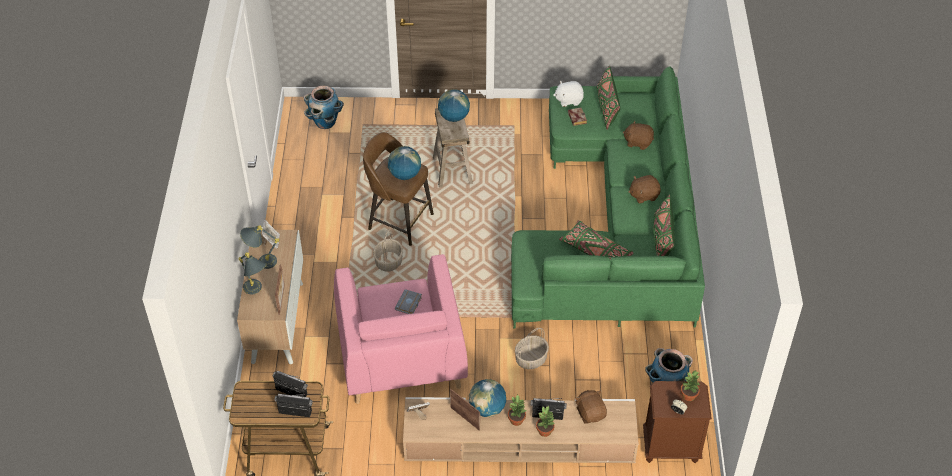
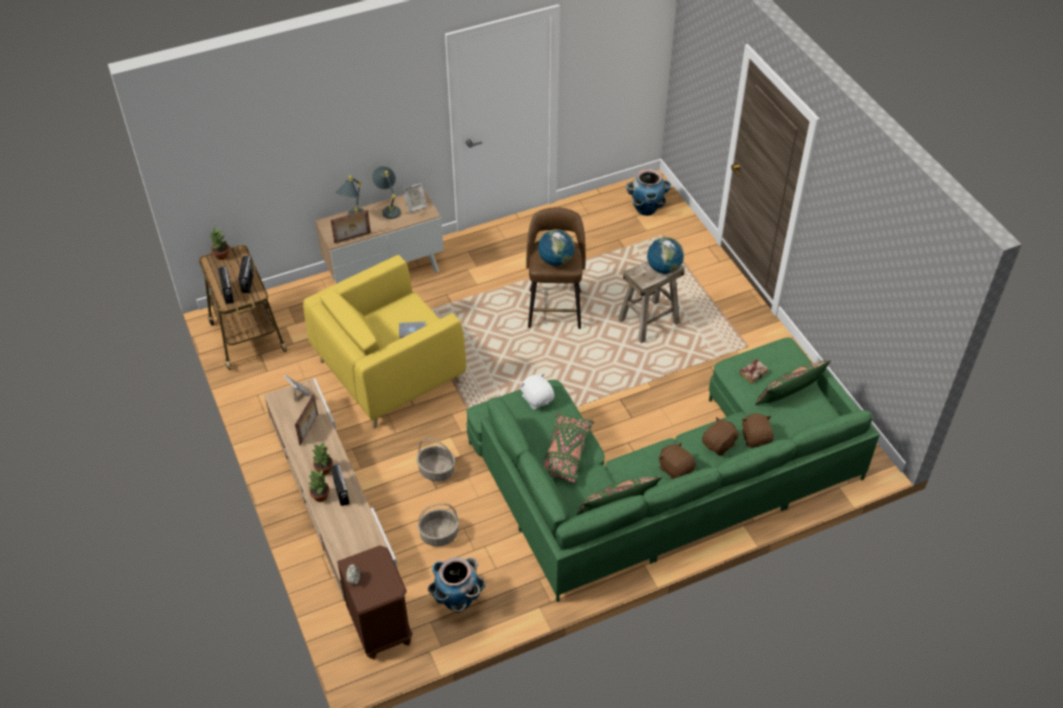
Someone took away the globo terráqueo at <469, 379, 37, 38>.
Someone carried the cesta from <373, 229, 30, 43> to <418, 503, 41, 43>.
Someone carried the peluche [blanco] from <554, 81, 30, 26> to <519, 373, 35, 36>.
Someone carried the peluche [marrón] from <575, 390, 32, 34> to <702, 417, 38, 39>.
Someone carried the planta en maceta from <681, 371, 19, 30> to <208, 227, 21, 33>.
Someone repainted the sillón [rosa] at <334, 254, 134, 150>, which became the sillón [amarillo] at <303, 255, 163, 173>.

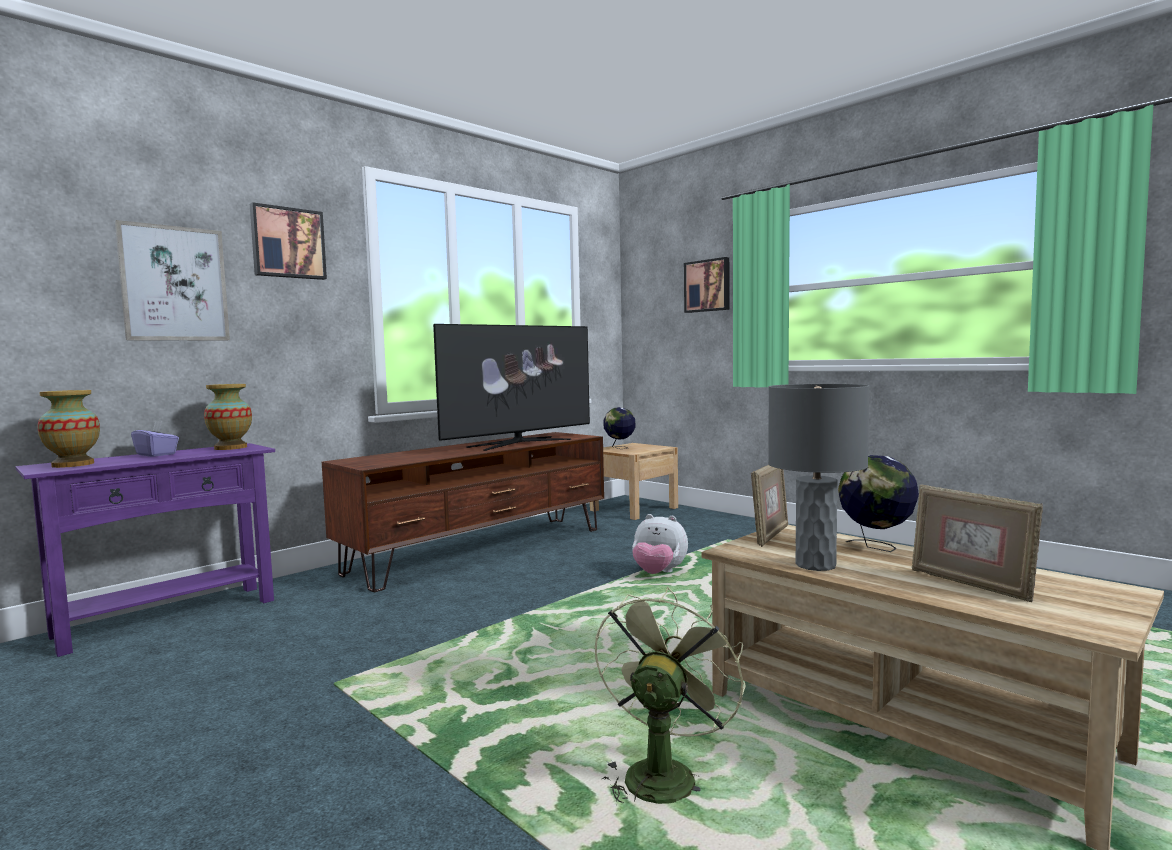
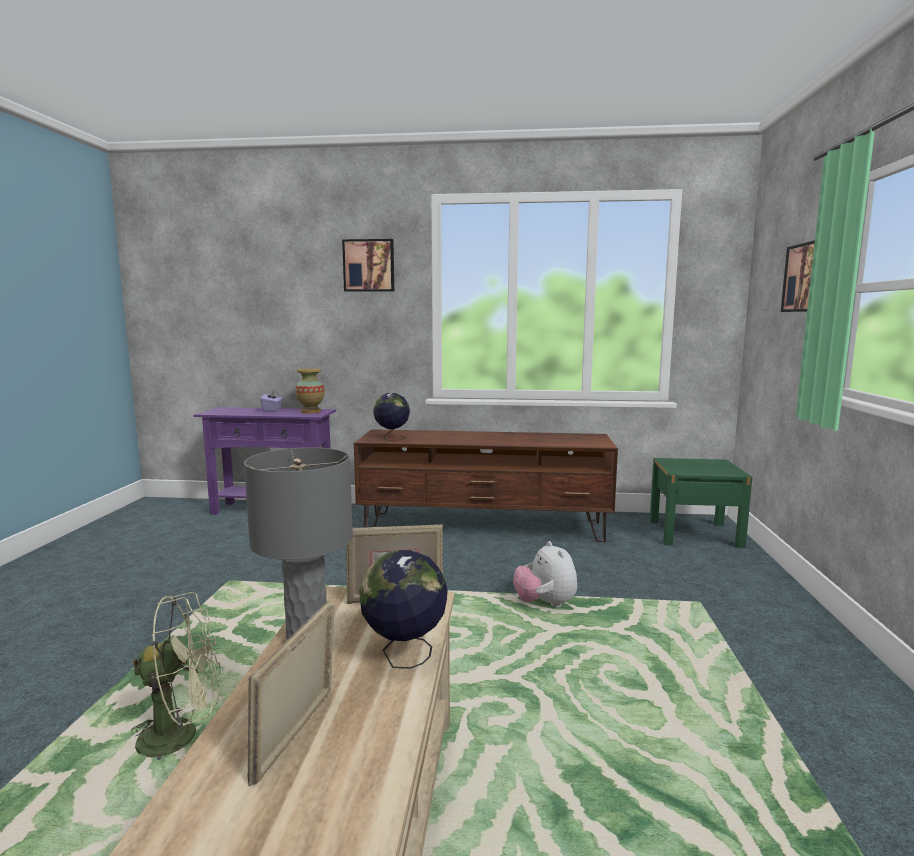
Someone took away the florero at <37, 390, 63, 78>.
Someone took away the cuadro at <115, 220, 115, 120>.
Someone took away the televisor at <433, 324, 157, 127>.
Someone carried the globo terráqueo from <603, 407, 32, 42> to <373, 393, 37, 47>.
Someone repainted the mesita de noche [beis] at <590, 443, 88, 77>, which became the mesita de noche [verde] at <649, 458, 103, 90>.

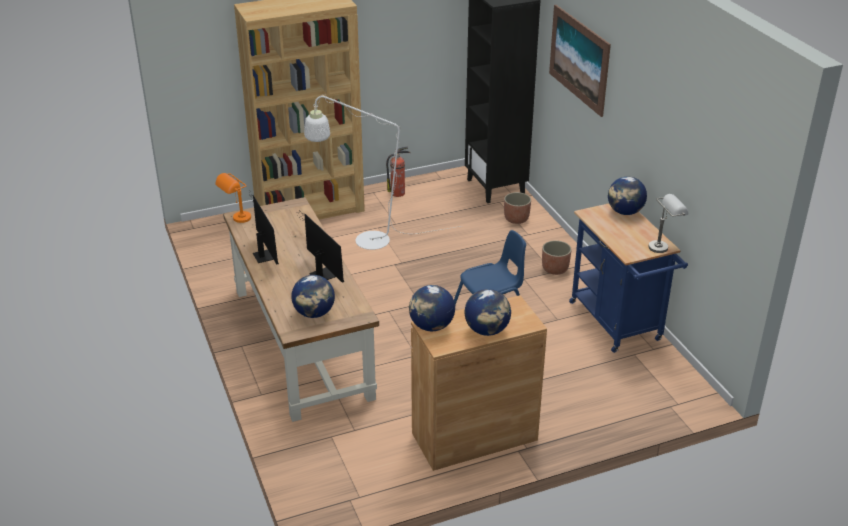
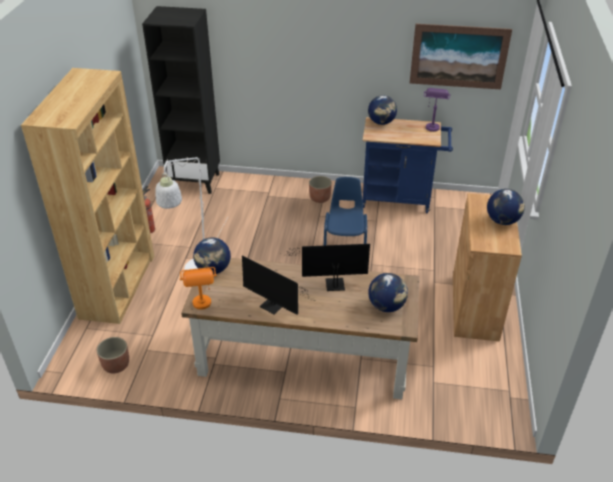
Someone carried the globo terráqueo from <409, 285, 46, 46> to <193, 237, 38, 37>.
Someone carried the maceta from <504, 192, 27, 32> to <97, 337, 32, 36>.
Someone carried the cuadro from <549, 5, 62, 112> to <410, 24, 102, 65>.
Someone repainted the lámpara de mesa [gris] at <649, 194, 40, 59>, which became the lámpara de mesa [morado] at <424, 88, 27, 44>.
Someone rotated the monitor at <249, 191, 30, 74> by 150 degrees counterclockwise.

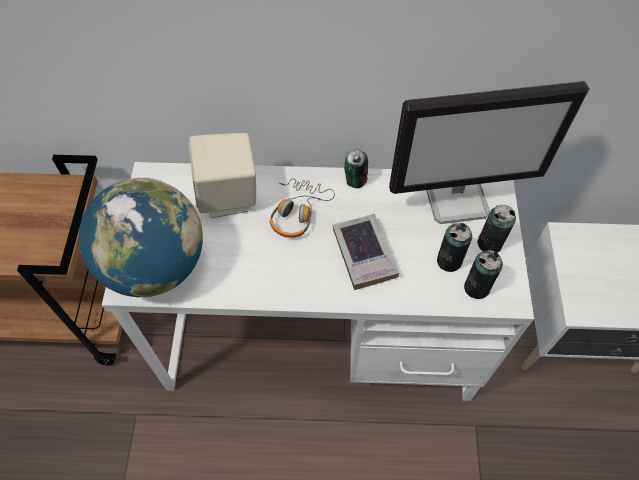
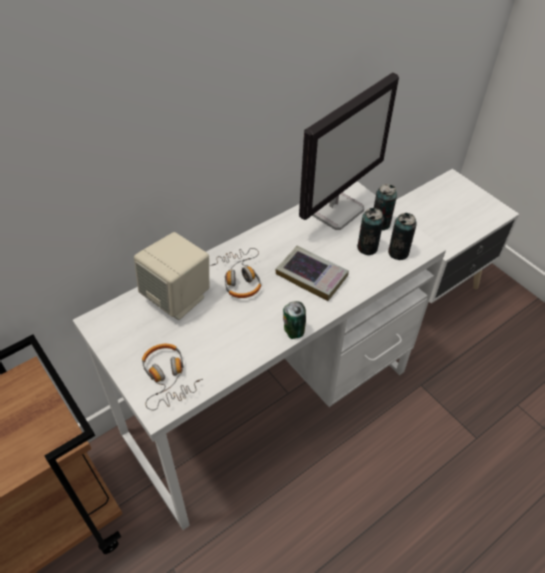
Someone carried the lata from <344, 149, 24, 39> to <283, 301, 23, 38>.
Someone swapped the globo terráqueo at <79, 178, 124, 119> for the auriculares at <142, 344, 61, 66>.

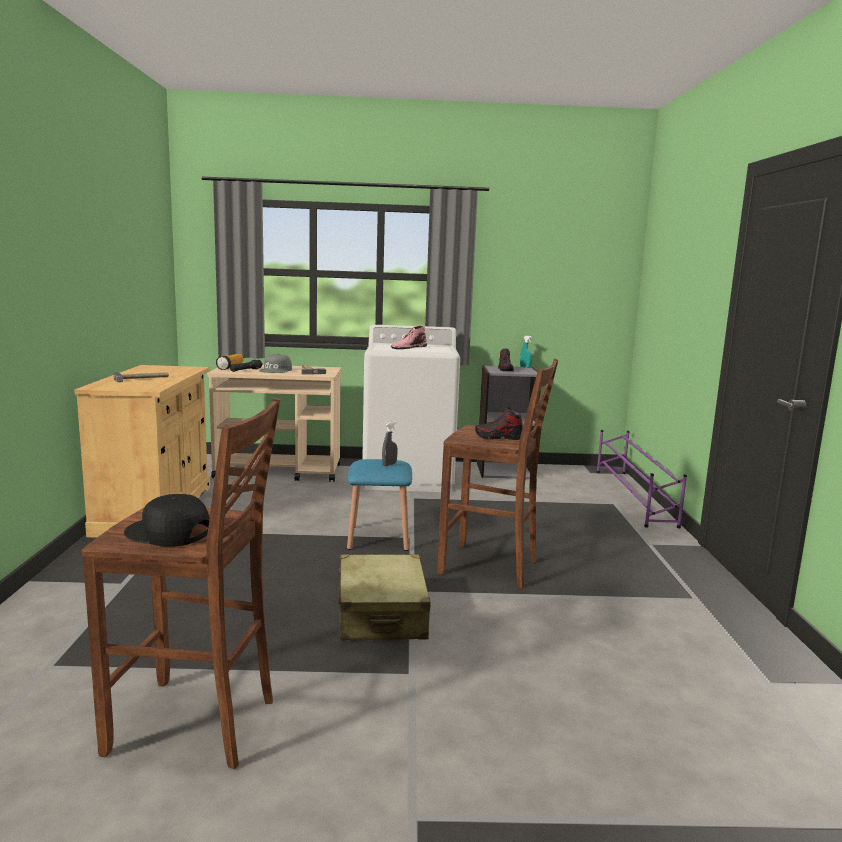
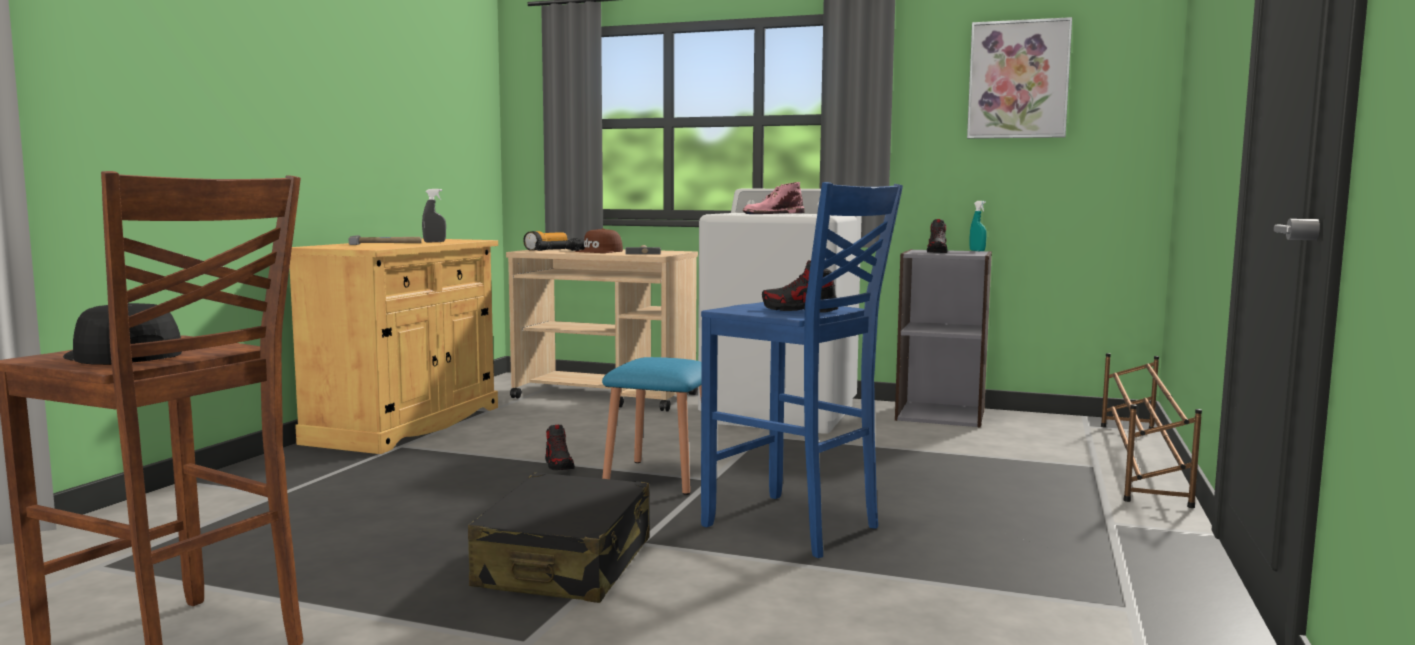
Someone put down the zapato at <545, 425, 30, 45>.
Someone put up the cuadro at <967, 17, 105, 122>.
Someone carried the pulverizador [gris] from <382, 421, 15, 45> to <422, 189, 24, 53>.
Someone repainted the gorra [gris] at <259, 353, 33, 20>, which became the gorra [marrón] at <574, 228, 49, 25>.
Someone repainted the maleta [beis] at <339, 554, 92, 86>, which became the maleta [negro] at <468, 473, 181, 130>.
Someone repainted the taburete [marrón] at <437, 359, 121, 230>, which became the taburete [azul] at <701, 182, 202, 376>.
Someone repainted the zapatero [morado] at <596, 430, 91, 98>, which became the zapatero [marrón] at <1101, 353, 101, 155>.

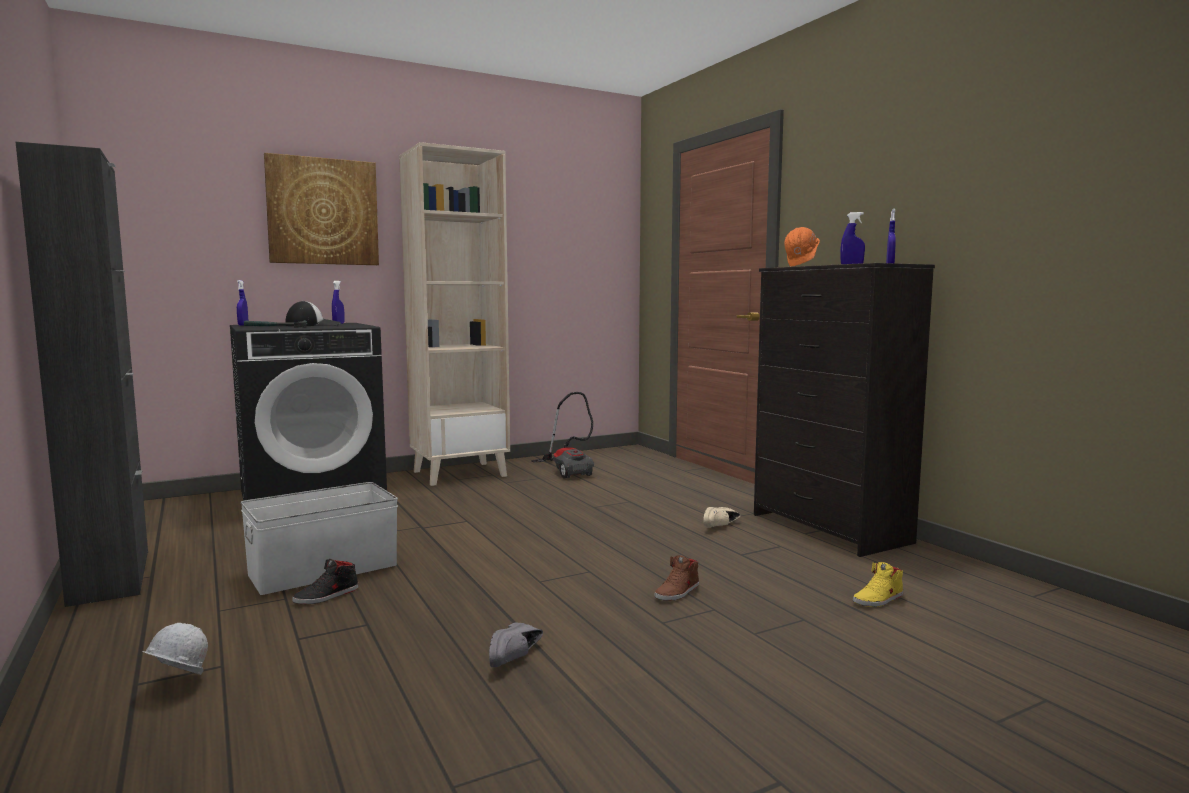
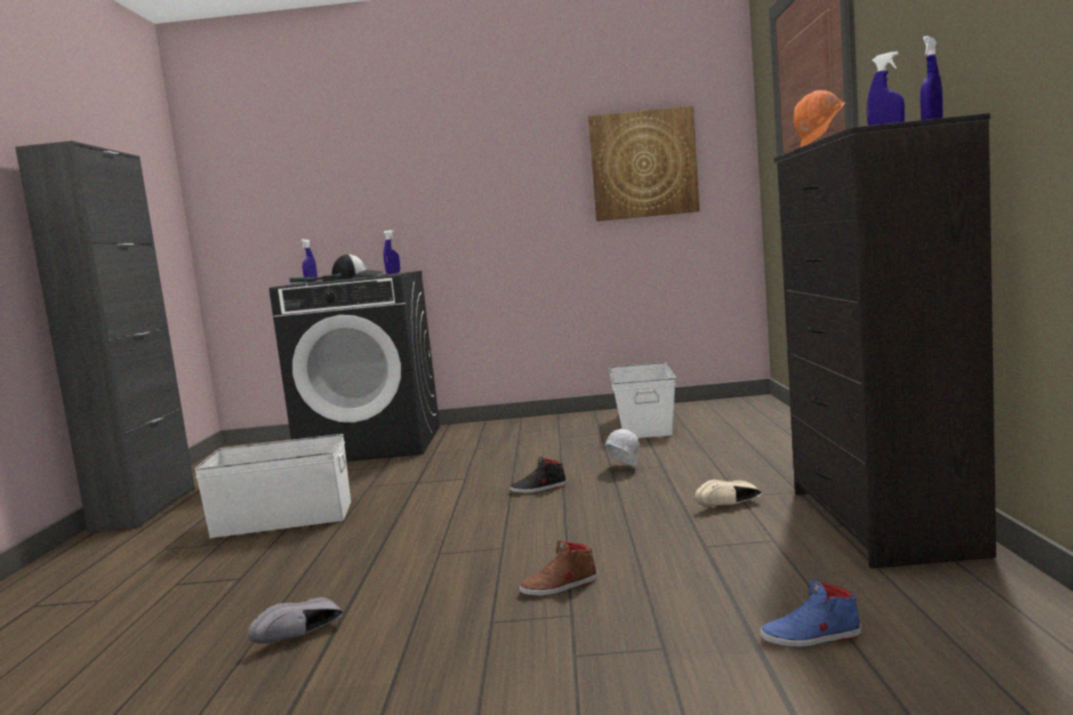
Someone took away the estantería [beis] at <399, 142, 111, 344>.
Someone carried the casco [blanco] from <143, 623, 65, 52> to <603, 429, 37, 37>.
Someone carried the cuadro from <264, 153, 115, 112> to <588, 106, 112, 115>.
Someone carried the zapato [negro] from <292, 559, 66, 45> to <510, 456, 56, 37>.
Someone swapped the aspiradora at <531, 392, 63, 87> for the caja de almacenaje [blanco] at <609, 362, 67, 76>.
Someone repainted the zapato [amarillo] at <853, 562, 50, 45>, which became the zapato [azul] at <760, 580, 101, 67>.

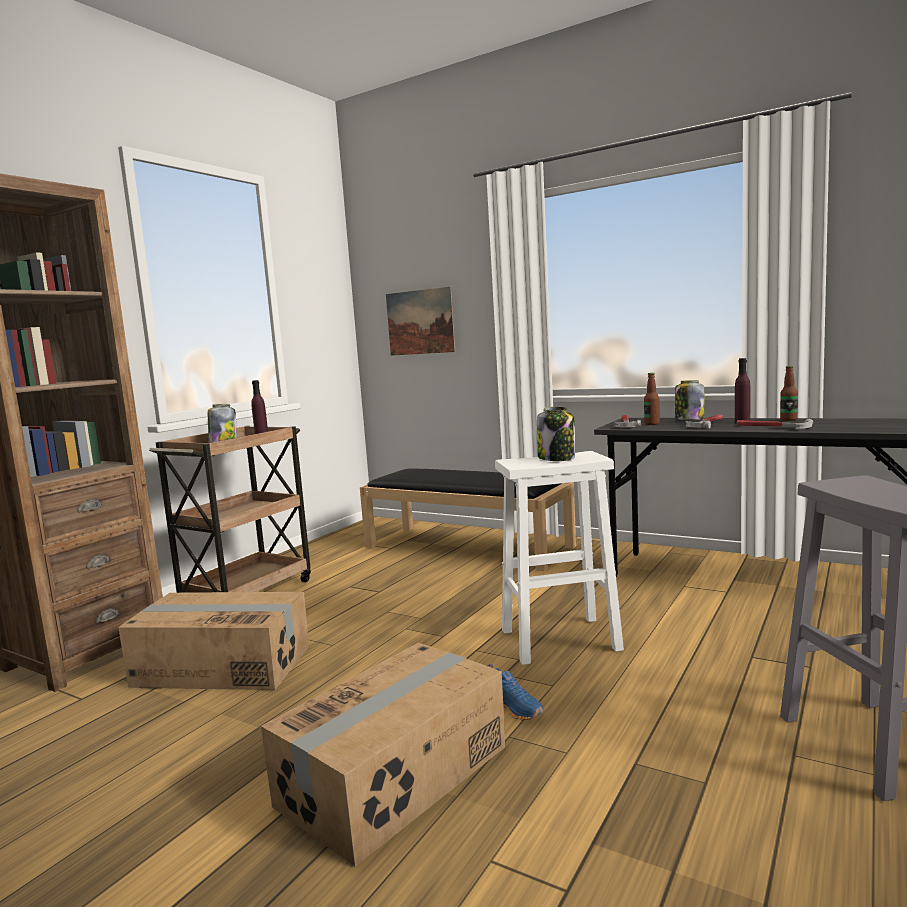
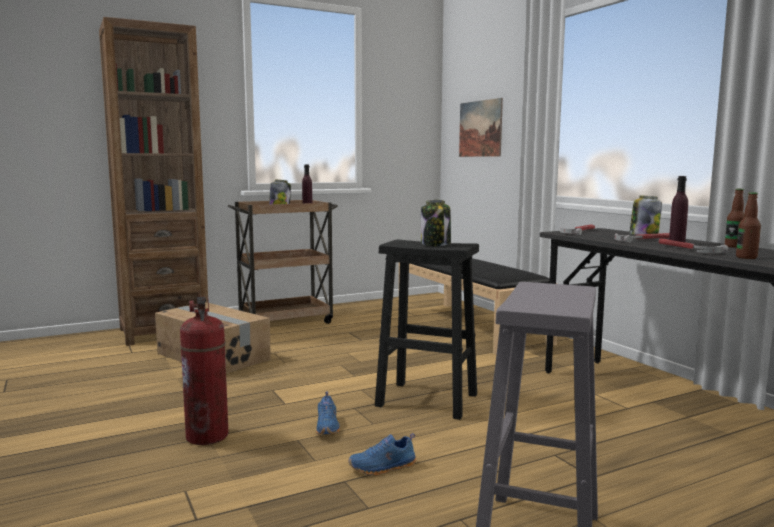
Someone put down the zapato [azul] at <348, 433, 68, 43>.
Someone carried the botella from <644, 373, 16, 52> to <736, 192, 25, 67>.
Someone swapped the caja de cartón at <261, 643, 244, 224> for the extintor at <180, 296, 49, 149>.
Someone repainted the taburete [blanco] at <495, 451, 129, 214>, which became the taburete [negro] at <375, 240, 104, 180>.

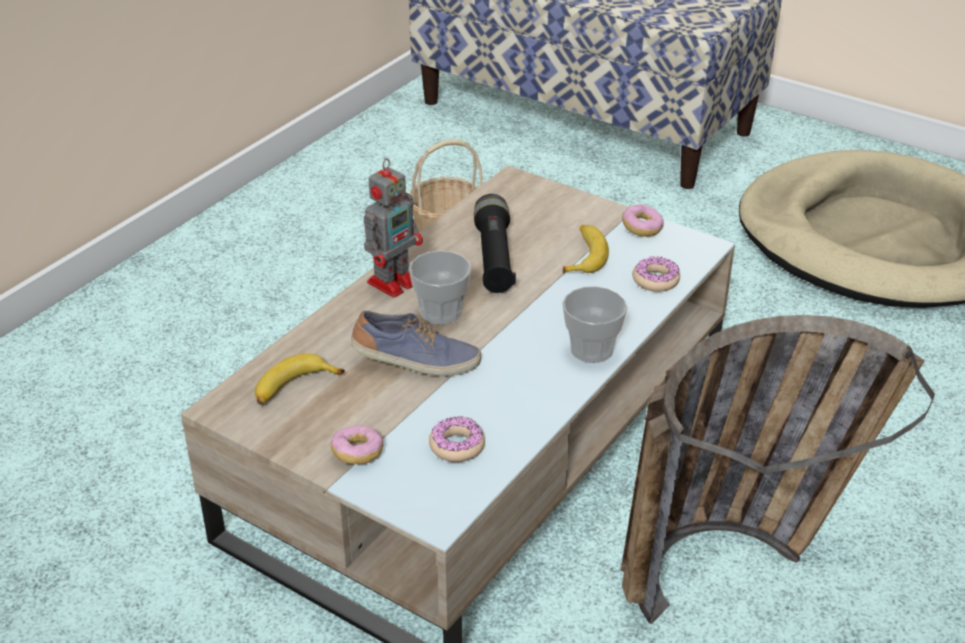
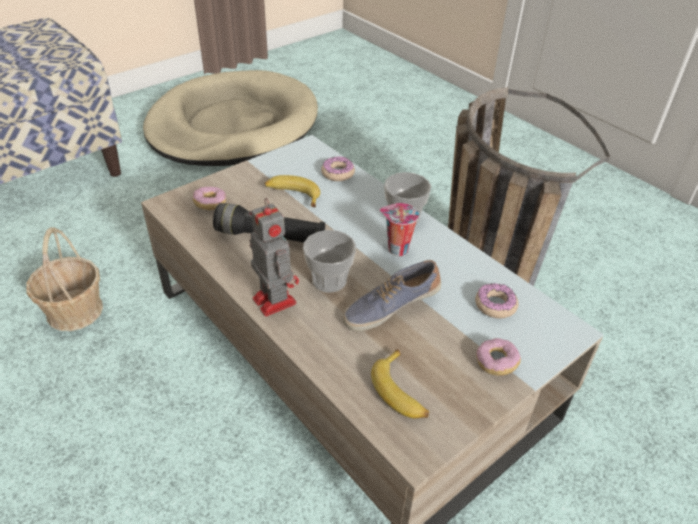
Someone put down the taza at <380, 203, 39, 53>.
Someone carried the rosquilla from <622, 204, 42, 33> to <193, 187, 33, 23>.
Someone rotated the zapato at <351, 311, 130, 66> by 135 degrees counterclockwise.

